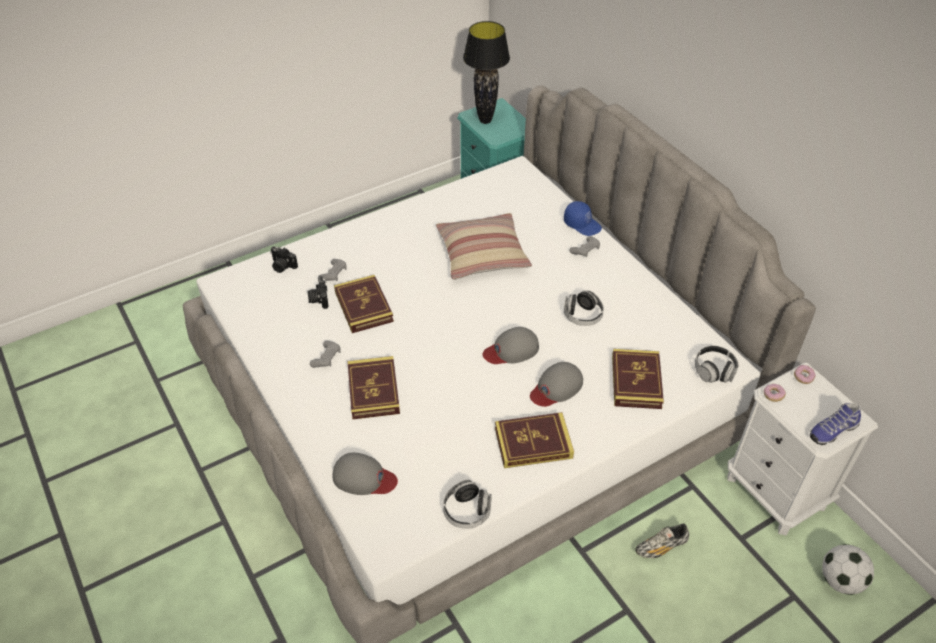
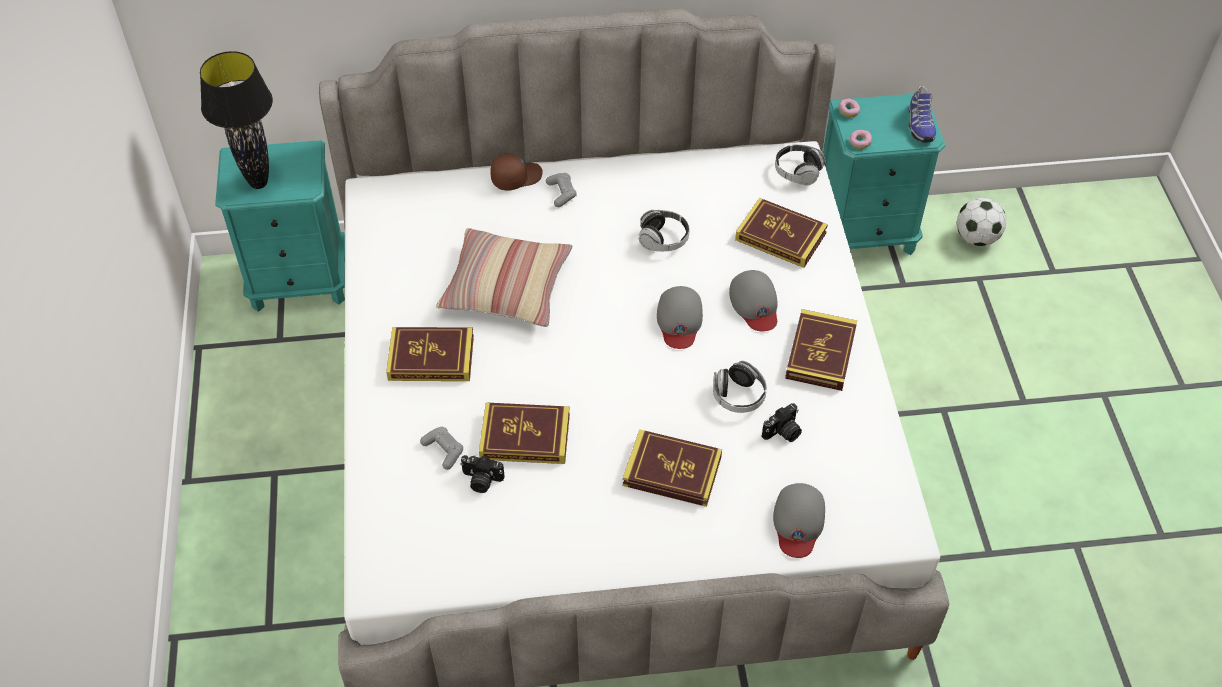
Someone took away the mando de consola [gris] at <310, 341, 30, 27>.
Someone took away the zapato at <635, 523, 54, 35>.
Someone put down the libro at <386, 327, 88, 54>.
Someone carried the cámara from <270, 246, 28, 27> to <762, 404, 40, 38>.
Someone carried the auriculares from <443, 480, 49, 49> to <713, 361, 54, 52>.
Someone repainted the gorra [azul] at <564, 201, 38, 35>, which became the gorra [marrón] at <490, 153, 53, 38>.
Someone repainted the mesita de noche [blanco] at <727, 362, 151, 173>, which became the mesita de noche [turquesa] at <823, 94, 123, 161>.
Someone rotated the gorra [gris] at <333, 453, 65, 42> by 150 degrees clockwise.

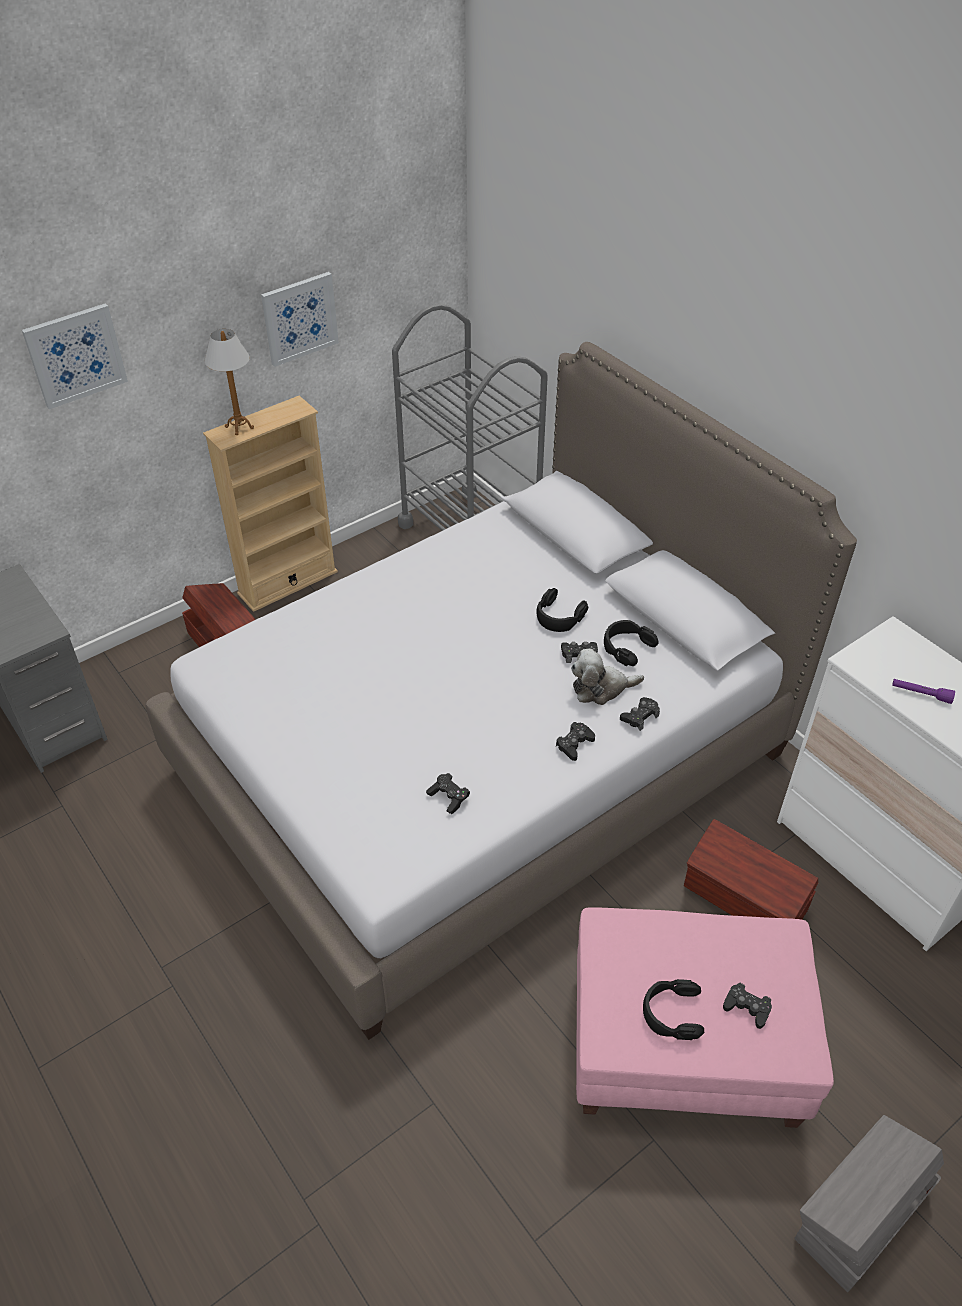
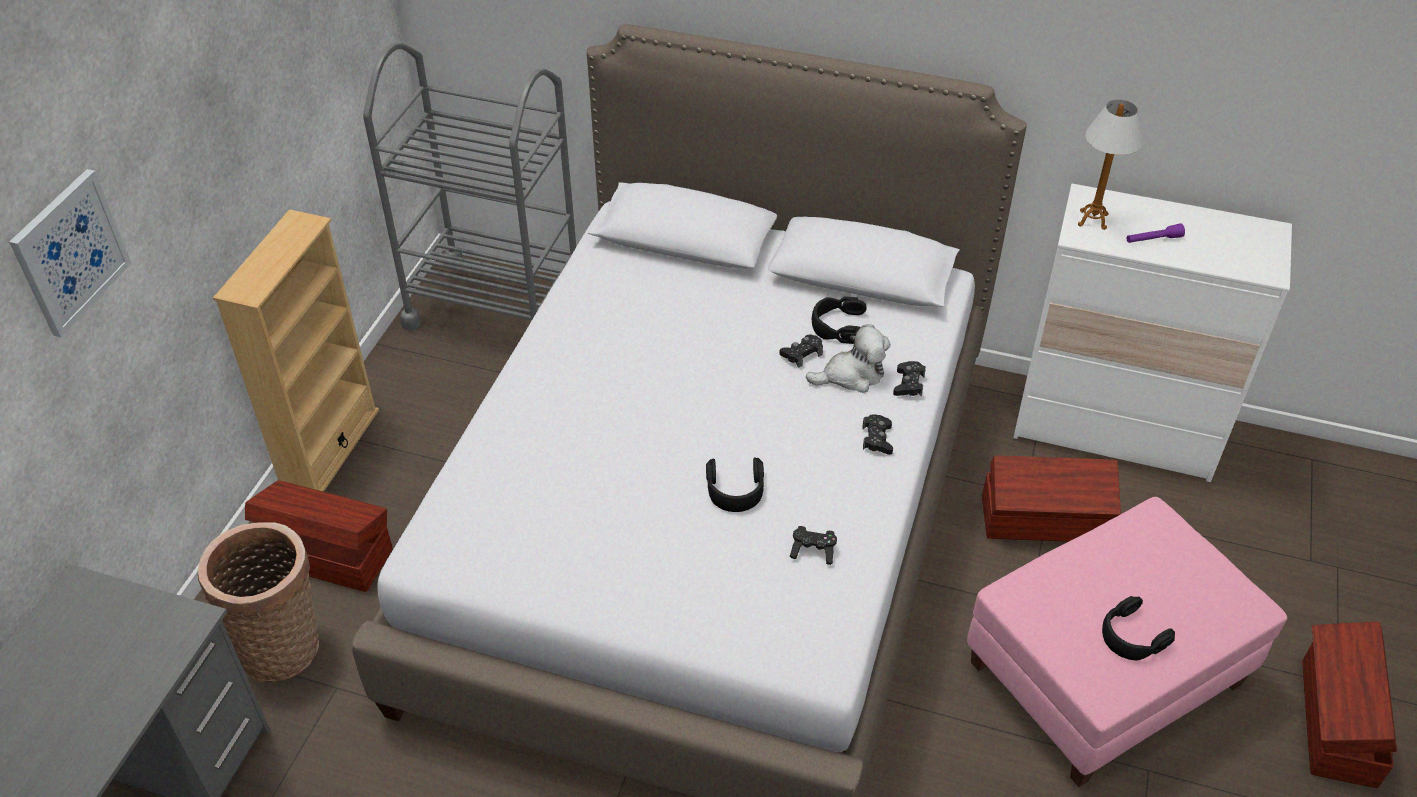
Someone took away the cuadro at <261, 272, 78, 95>.
Someone took away the mando de consola [negro] at <723, 983, 49, 46>.
Someone put down the cesta at <198, 522, 121, 160>.
Someone carried the lámpara de mesa from <205, 329, 49, 106> to <1078, 100, 65, 130>.
Someone carried the auriculares [negro] from <536, 588, 52, 44> to <706, 457, 58, 55>.
Someone repainted the caja de almacenaje [gris] at <794, 1115, 150, 177>, which became the caja de almacenaje [marrón] at <1302, 622, 95, 166>.
Someone rotated the peluche at <571, 649, 73, 56> by 150 degrees counterclockwise.

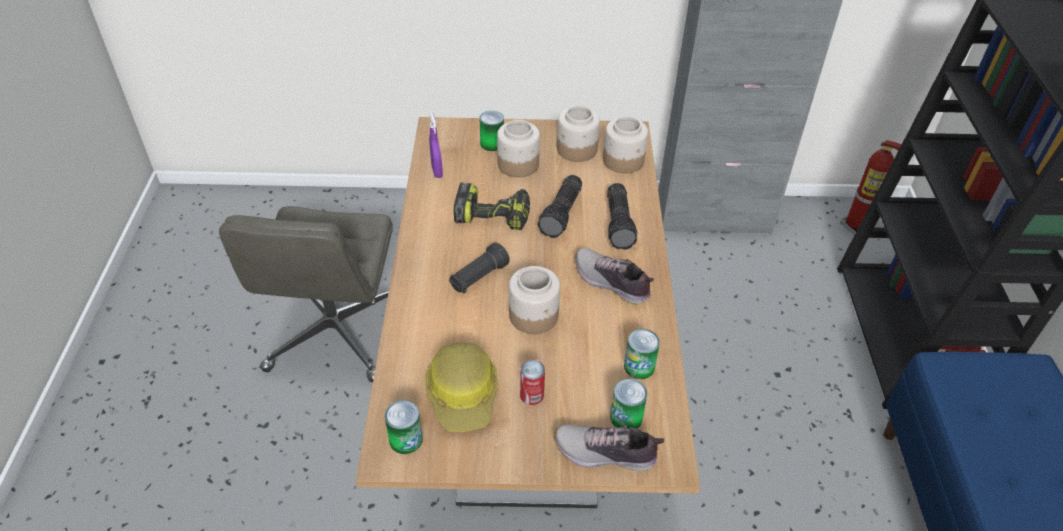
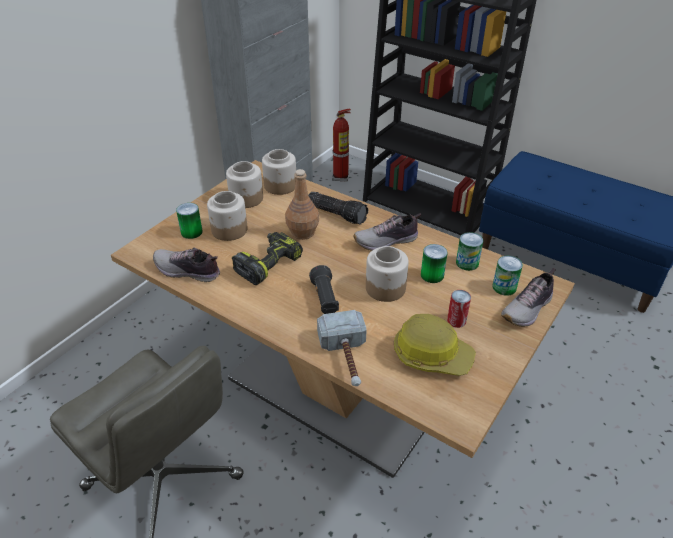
Someone put down the martillo at <317, 310, 50, 76>.
Someone carried the lata from <385, 400, 38, 54> to <421, 244, 26, 39>.
Someone swapped the pulverizador [morado] at <429, 113, 14, 65> for the zapato at <153, 248, 67, 34>.
Someone swapped the linterna at <538, 175, 44, 63> for the botella [marrón] at <285, 169, 34, 71>.

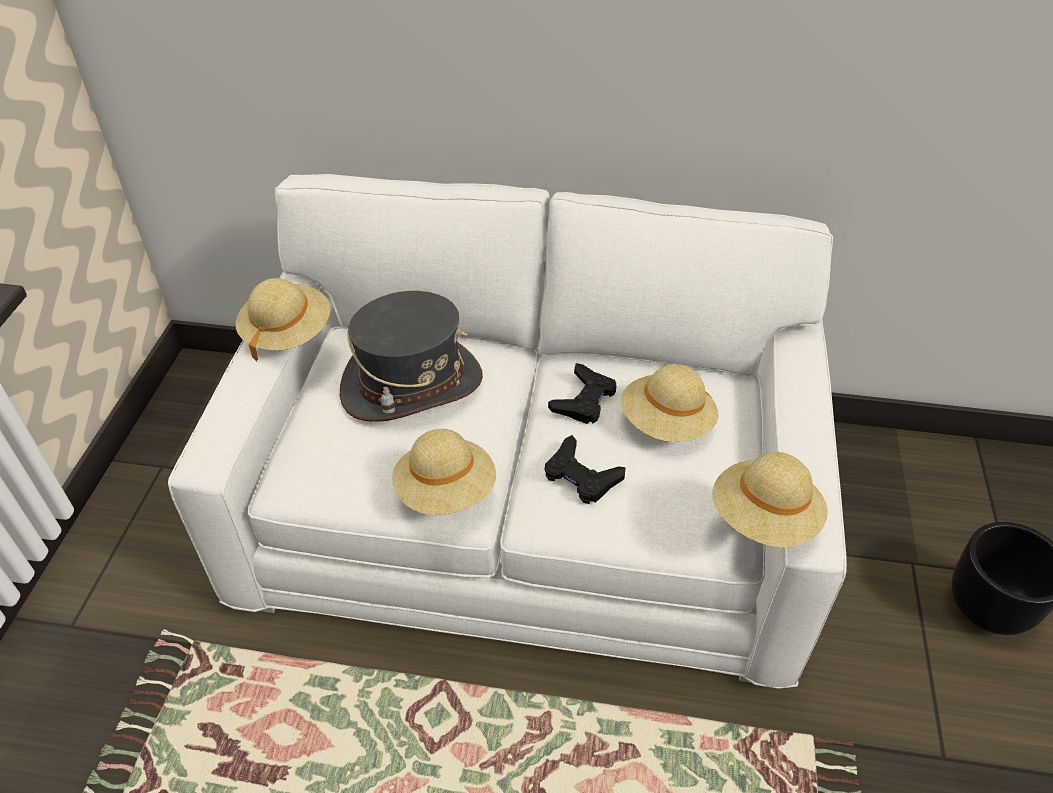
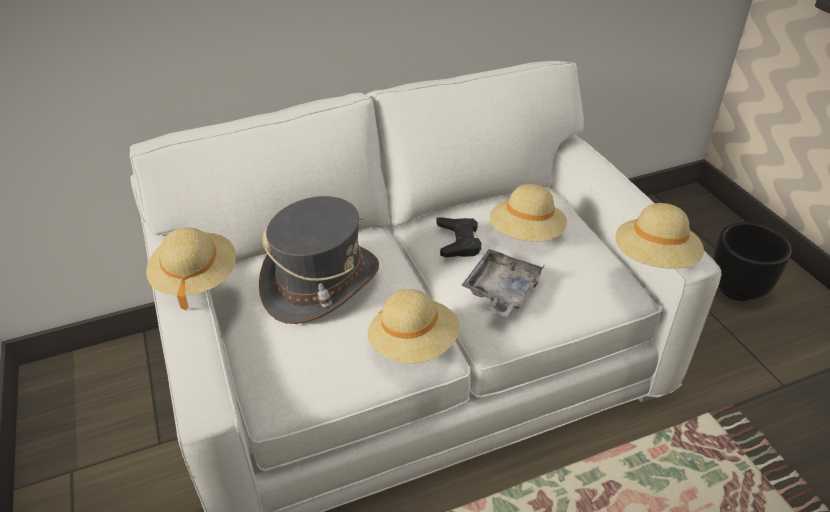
Someone swapped the mando de consola [negro] at <544, 435, 82, 69> for the bandeja [gris] at <461, 249, 83, 68>.

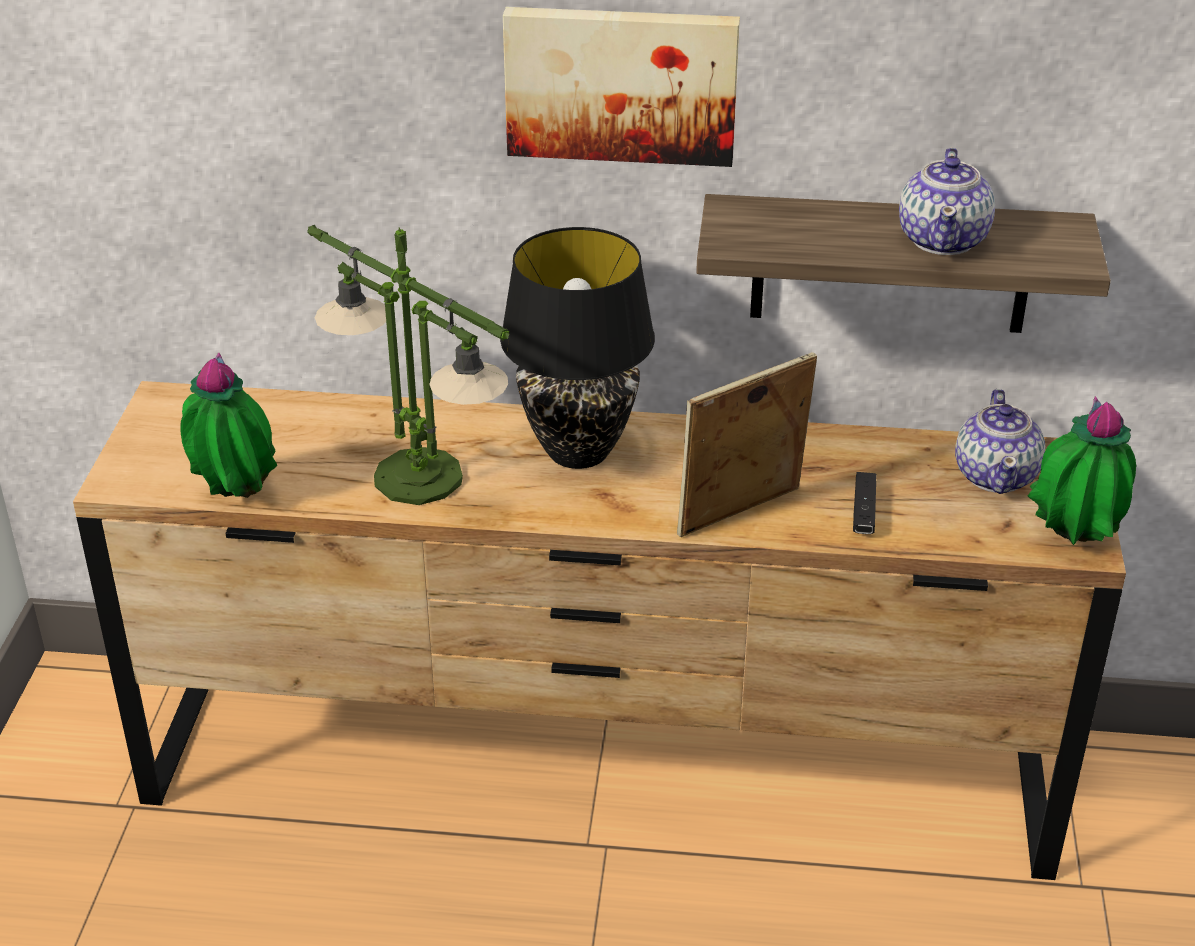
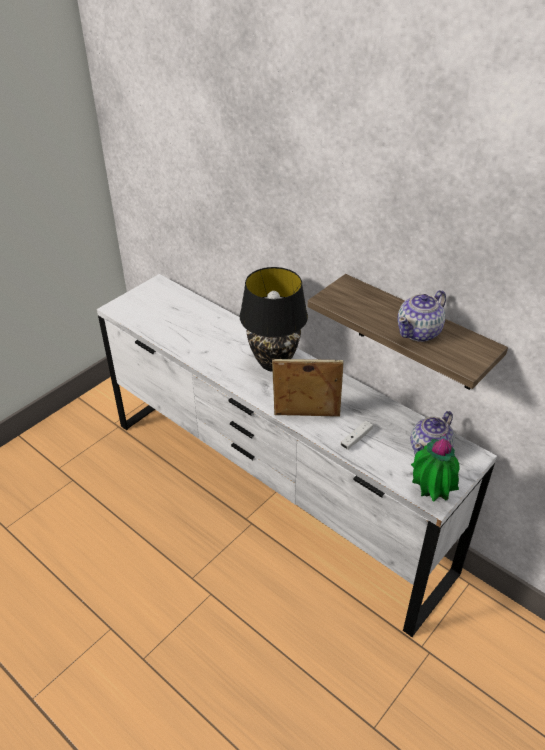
Someone took away the planta en maceta at <180, 353, 97, 145>.
Someone took away the lámpara de mesa at <307, 225, 202, 280>.
Someone took away the cuadro at <503, 7, 237, 160>.
Someone repainted the cómoda [marrón] at <73, 381, 1053, 499>, which became the cómoda [blanco] at <97, 274, 400, 363>.
Someone repainted the mando de consola [negro] at <853, 472, 23, 62>, which became the mando de consola [blanco] at <340, 421, 33, 29>.

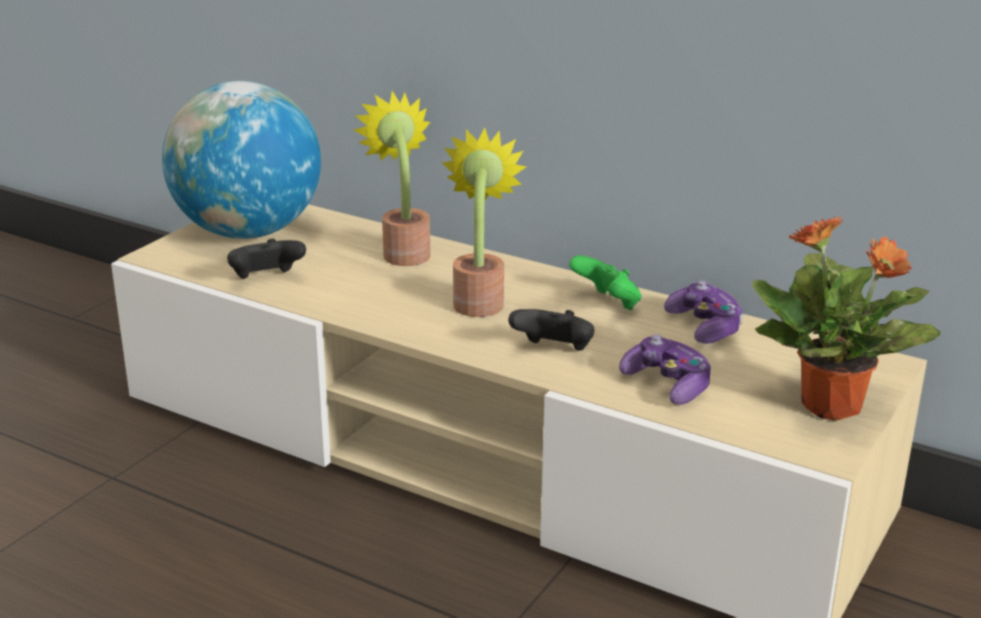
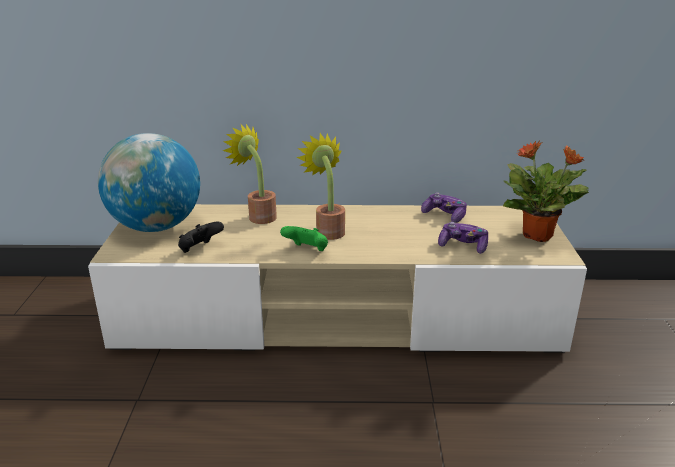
Someone took away the mando de consola [negro] at <508, 309, 87, 42>.
Someone carried the mando de consola [verde] from <569, 255, 73, 55> to <280, 226, 48, 25>.

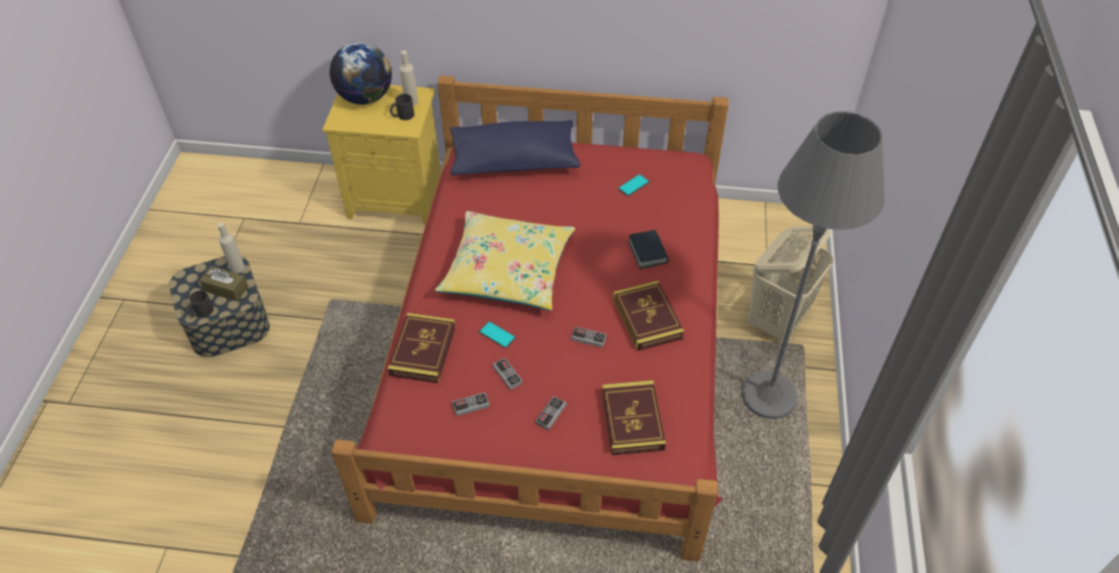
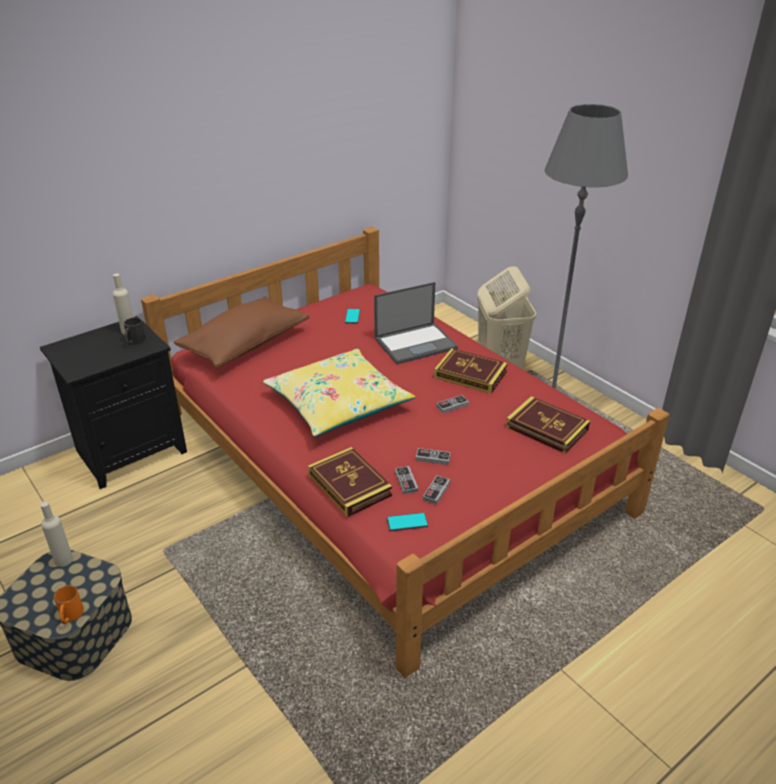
Someone took away the caja de pañuelos [marrón] at <199, 266, 49, 35>.
Someone took away the globo terráqueo at <330, 42, 62, 63>.
Someone carried the móvil from <479, 321, 37, 28> to <387, 513, 41, 18>.
Someone carried the mando de consola from <536, 396, 30, 35> to <395, 466, 23, 28>.
Someone swapped the libro at <628, 230, 41, 39> for the portátil at <374, 282, 84, 82>.
Someone repainted the taza grande [negro] at <186, 290, 28, 28>, which became the taza grande [naranja] at <54, 585, 30, 39>.
Someone repainted the mesita de noche [amarillo] at <322, 85, 119, 140>, which became the mesita de noche [negro] at <40, 316, 147, 173>.
Someone repainted the cojín [azul] at <450, 120, 130, 55>, which became the cojín [marrón] at <174, 296, 135, 72>.

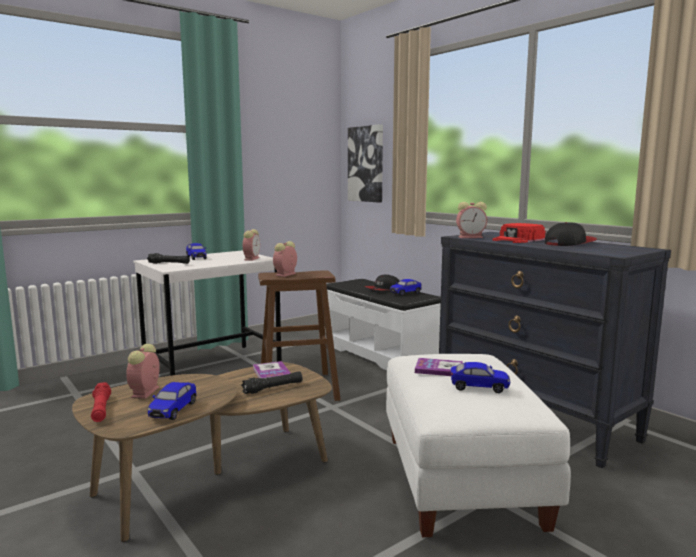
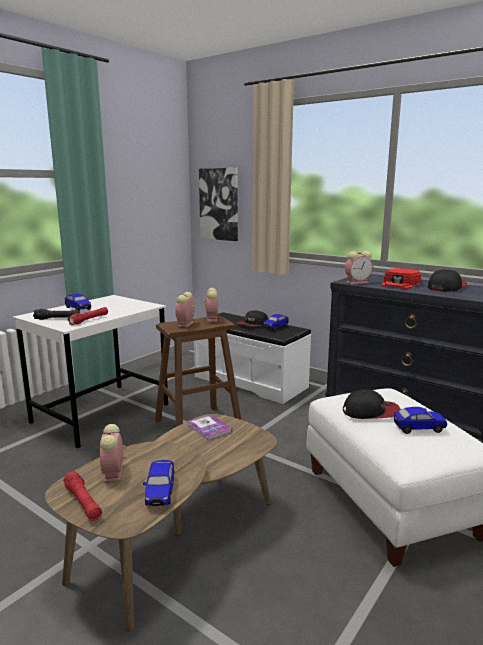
Someone took away the linterna [negro] at <241, 371, 61, 23>.
Someone put down the linterna [rojo] at <67, 307, 41, 18>.
Someone carried the despertador from <243, 229, 17, 32> to <203, 288, 15, 34>.
Someone swapped the libro at <415, 358, 48, 18> for the gorra at <343, 389, 58, 30>.

